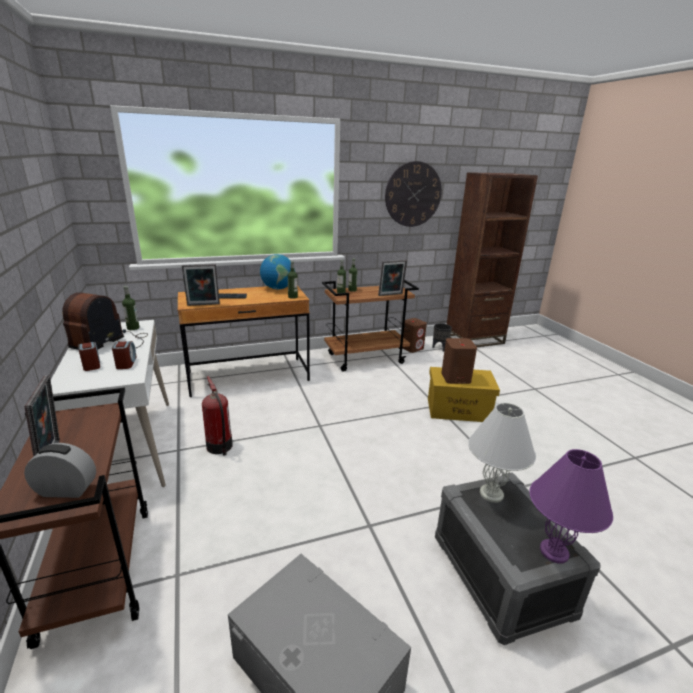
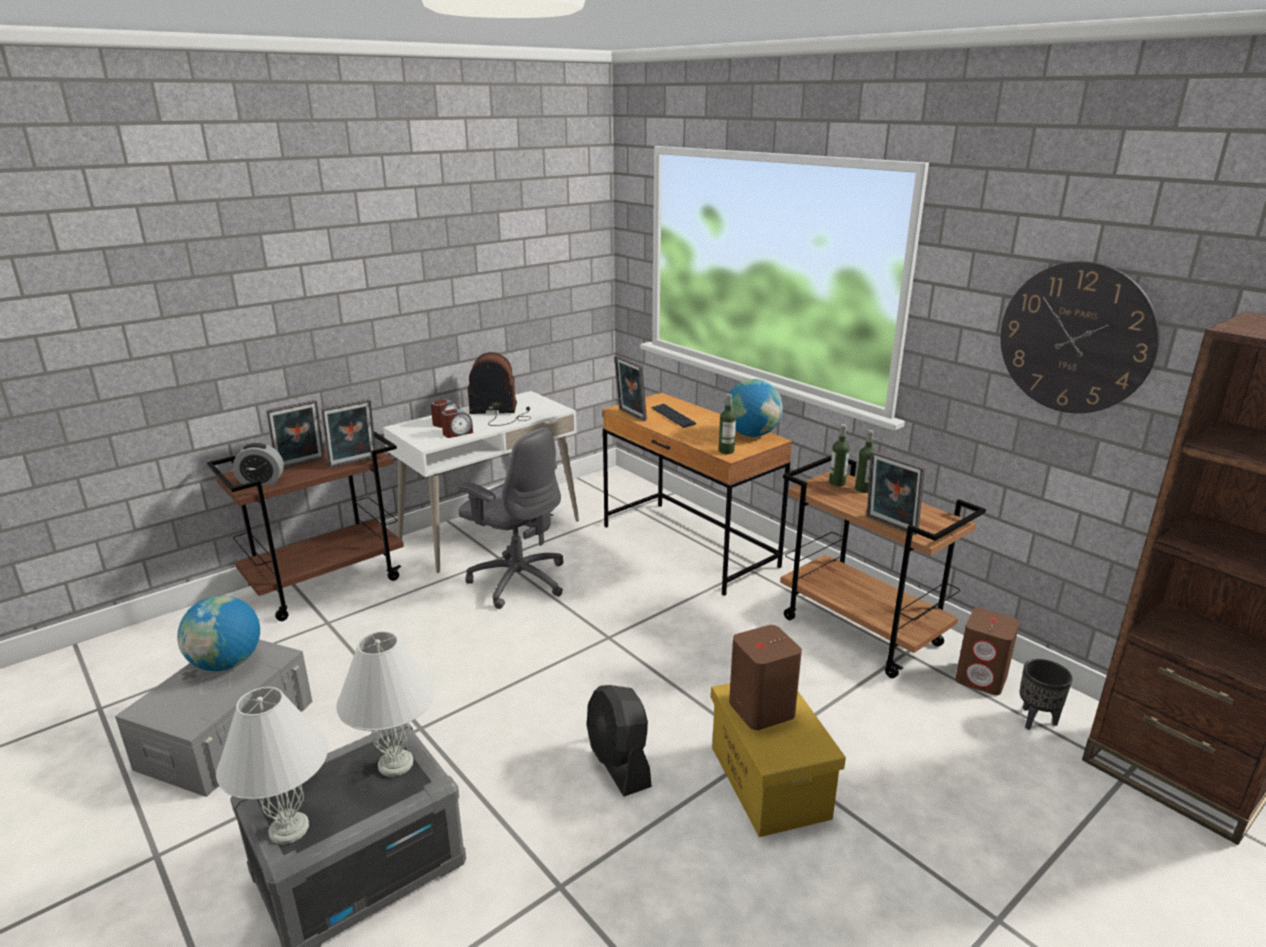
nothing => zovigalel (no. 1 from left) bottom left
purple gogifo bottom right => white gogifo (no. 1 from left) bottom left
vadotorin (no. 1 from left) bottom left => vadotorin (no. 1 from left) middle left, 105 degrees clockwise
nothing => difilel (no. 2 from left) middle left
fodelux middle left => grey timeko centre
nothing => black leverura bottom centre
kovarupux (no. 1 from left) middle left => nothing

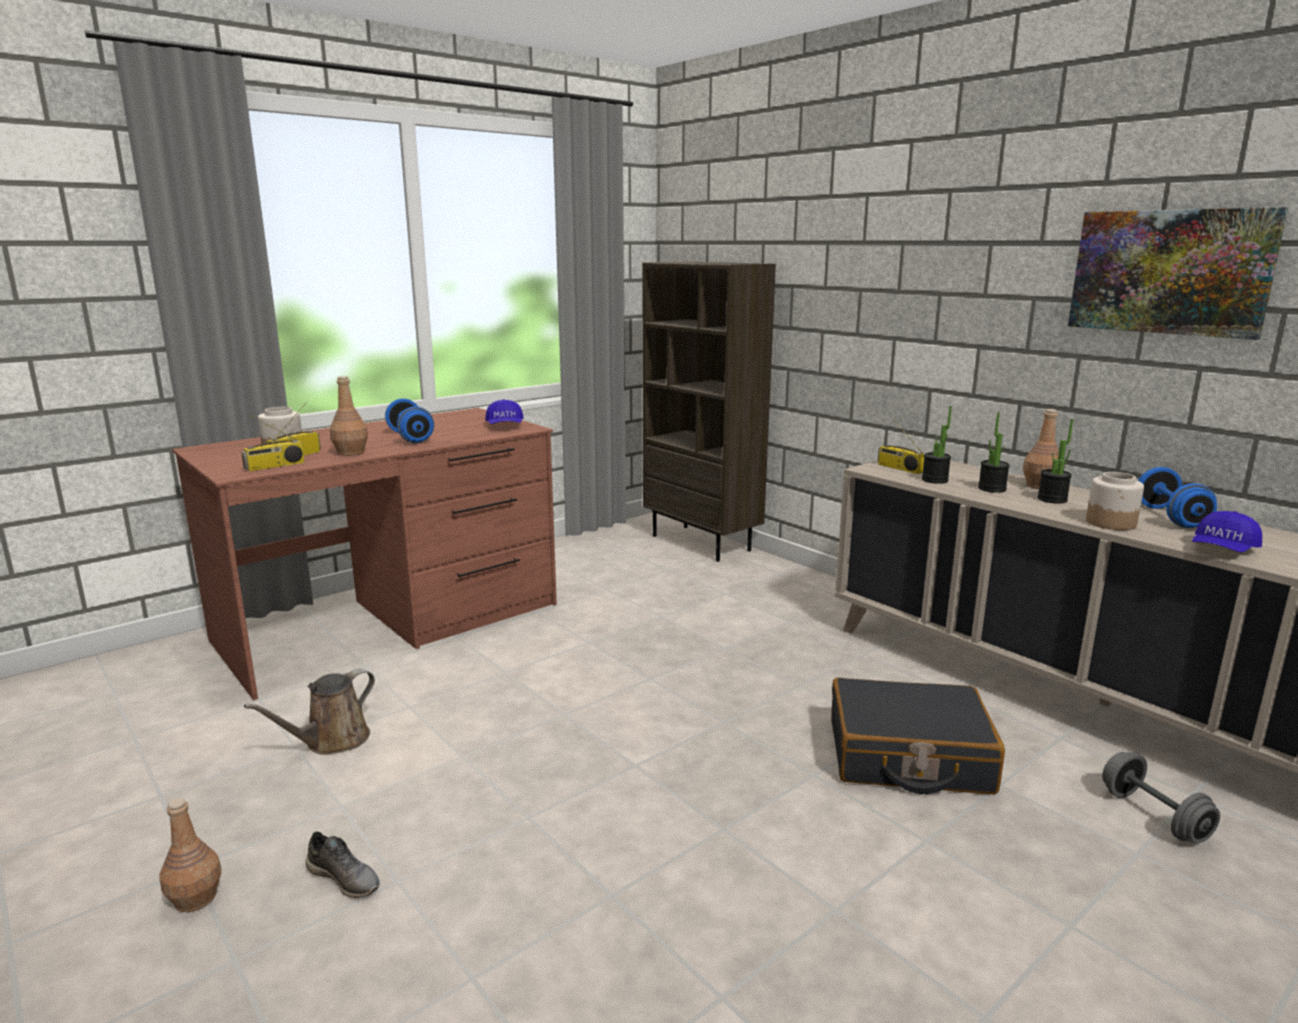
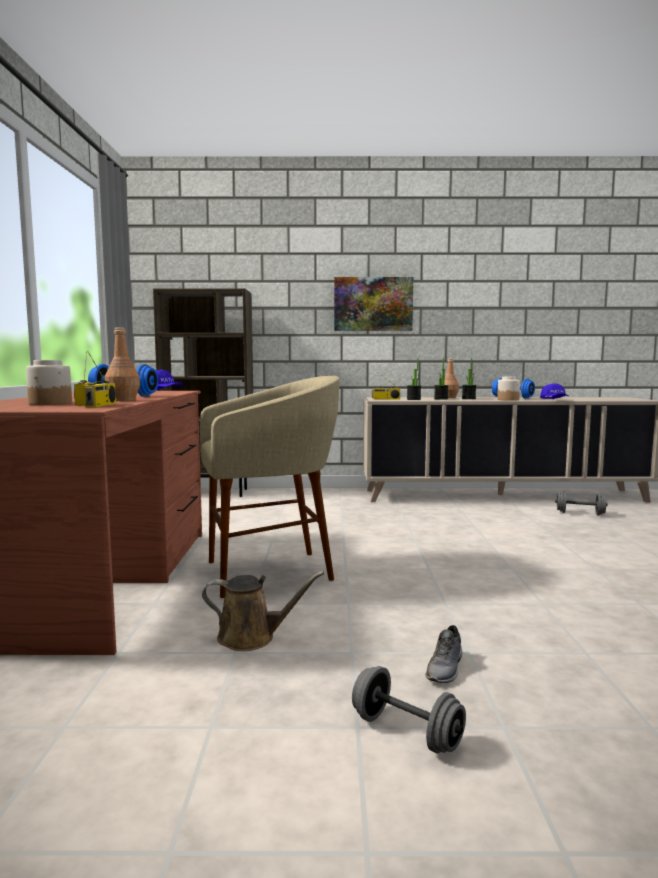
nothing => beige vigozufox centre
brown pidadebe bottom left => brown pidadebe bottom centre, 75 degrees counterclockwise
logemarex top right => logemarex centre, relocated
brown kovarupux (no. 1 from left) bottom left => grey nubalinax (no. 1 from left) bottom centre
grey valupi bottom left => grey valupi bottom right, 135 degrees clockwise
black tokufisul bottom right => nothing

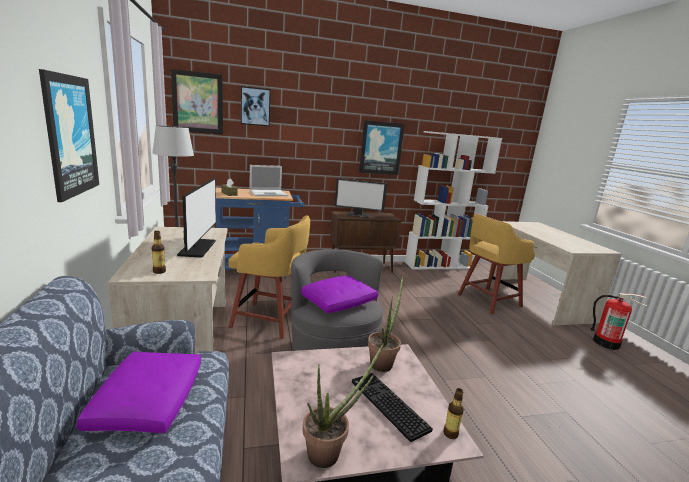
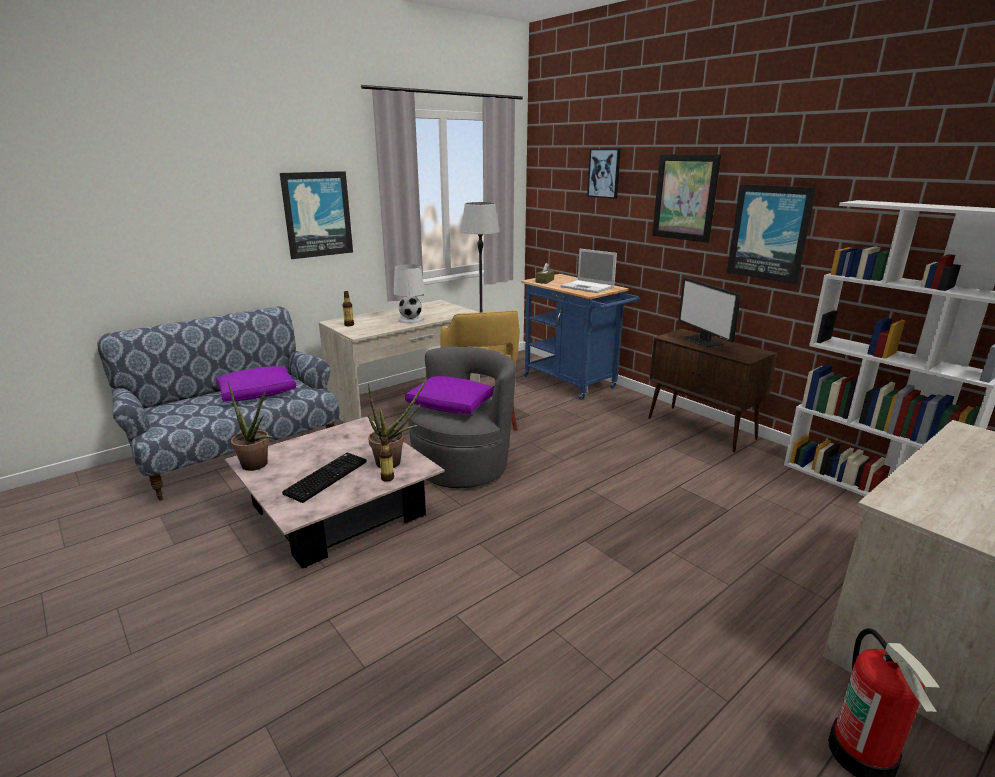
kovarupux (no. 2 from left) bottom centre => kovarupux (no. 2 from left) centre, relocated
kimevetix (no. 1 from left) middle left => white gogifo centre
logemarex (no. 2 from left in the first image) top left => logemarex (no. 3 from left) top right, relocated
yellow vigozufox (no. 2 from left) middle right => nothing

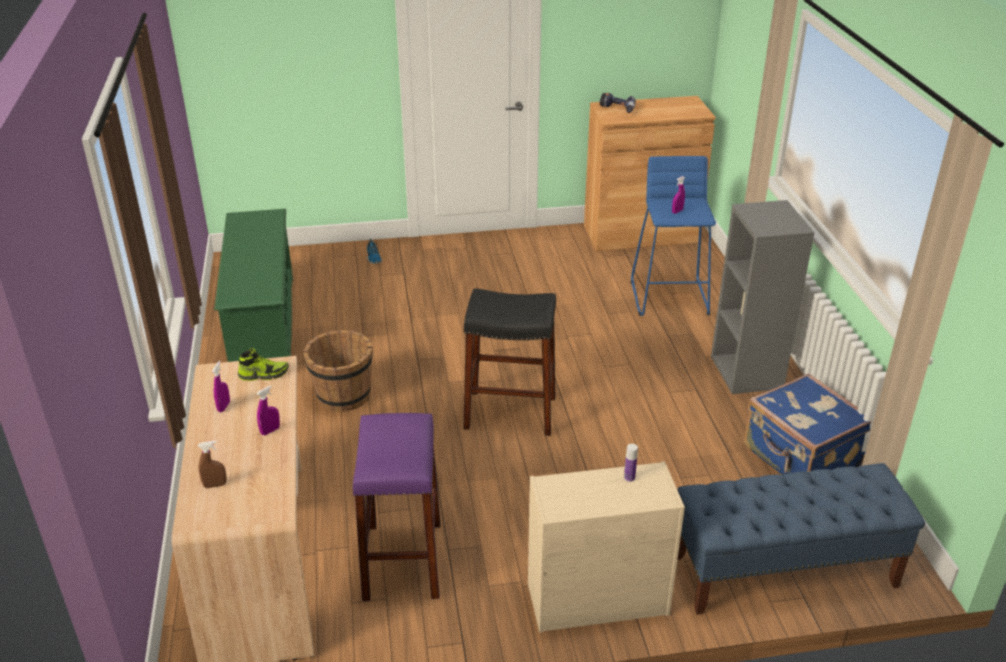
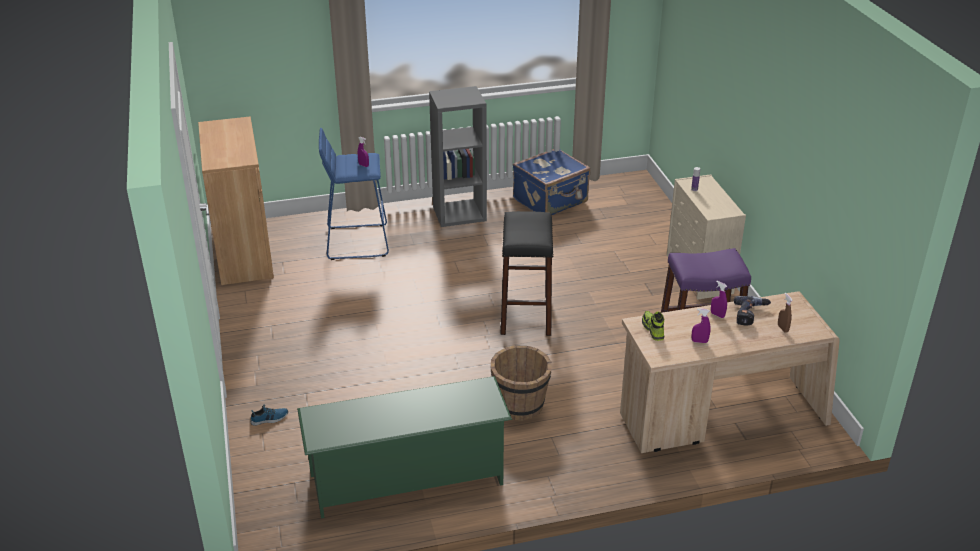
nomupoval top centre => nomupoval middle right, relocated
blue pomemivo bottom right => nothing

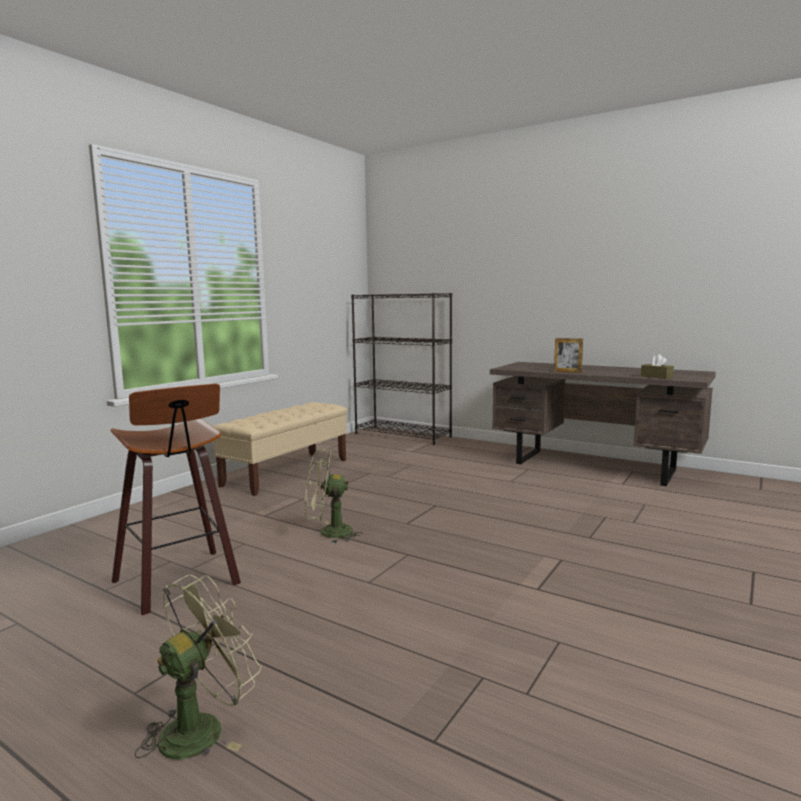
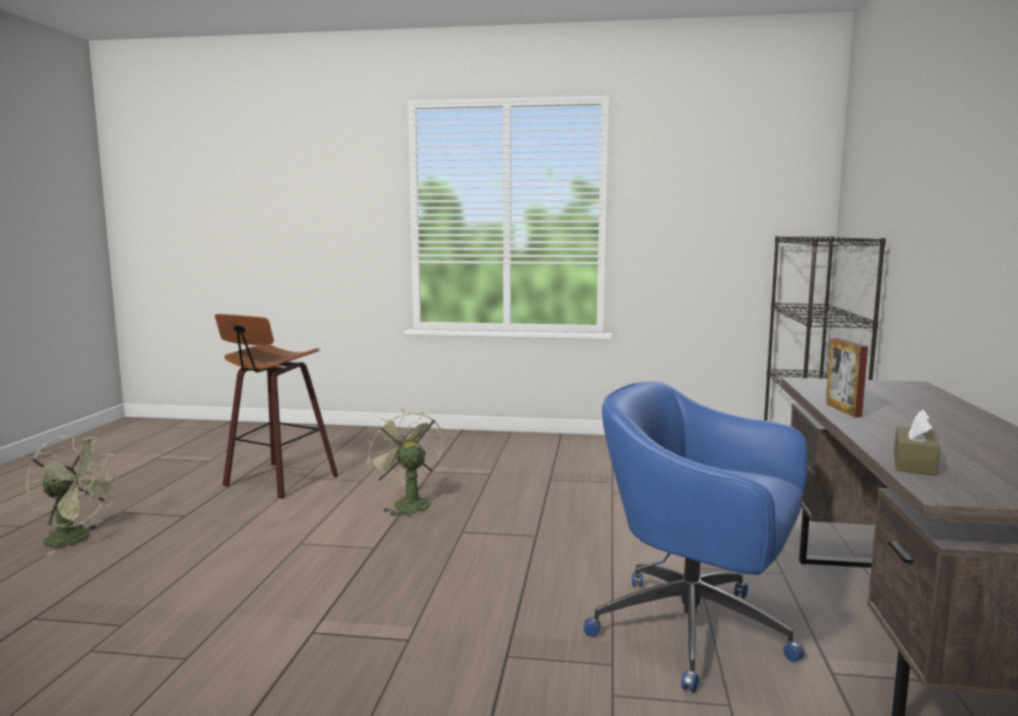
nothing => blue timeko bottom right
beige pomemivo centre => nothing

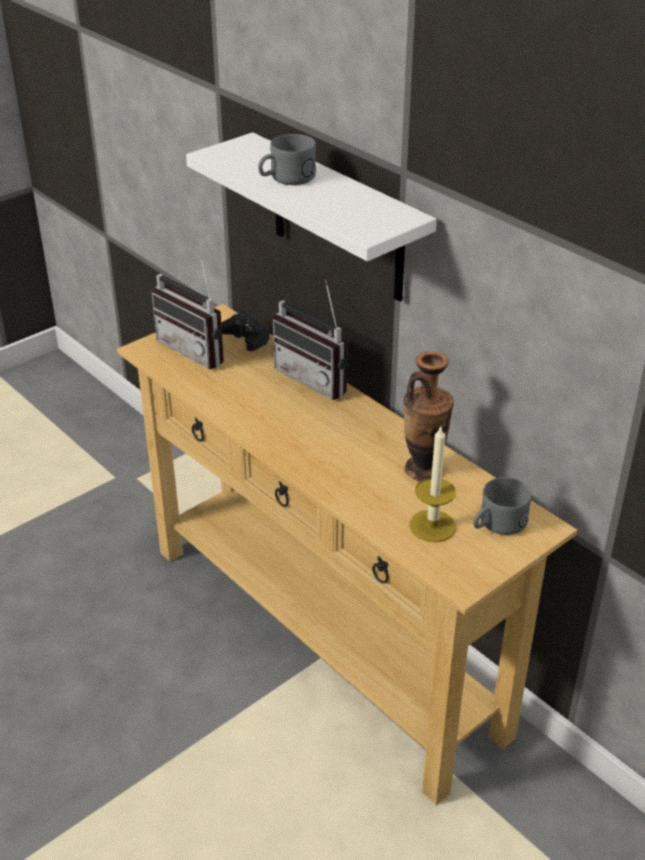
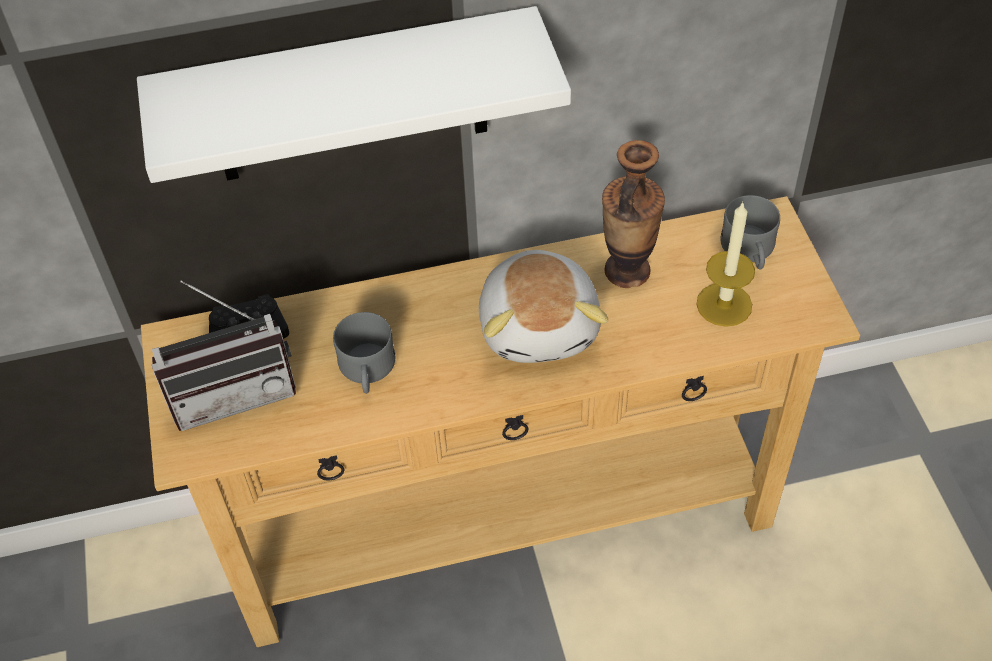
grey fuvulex (no. 1 from left) top centre => grey fuvulex (no. 1 from left) centre, relocated
nothing => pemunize centre
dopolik (no. 2 from left) centre => nothing

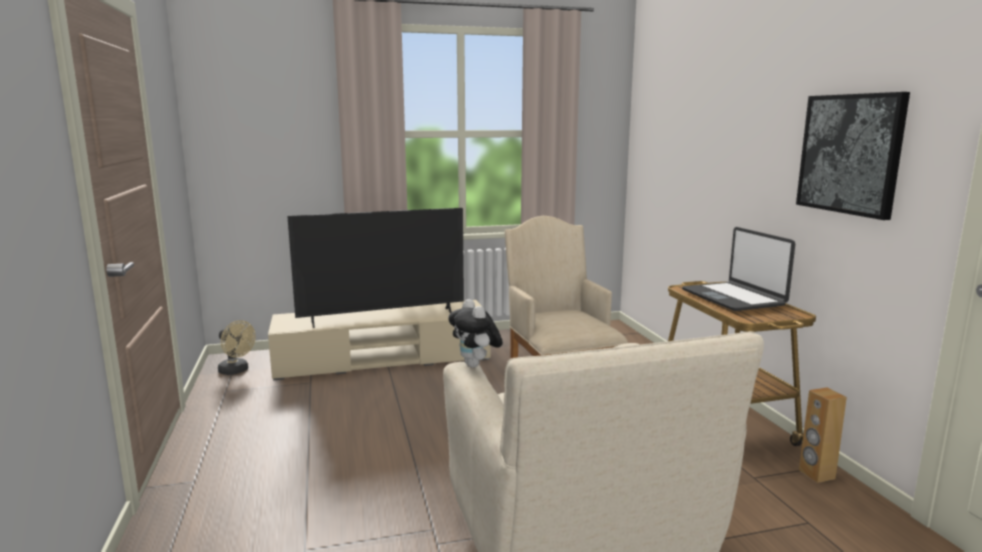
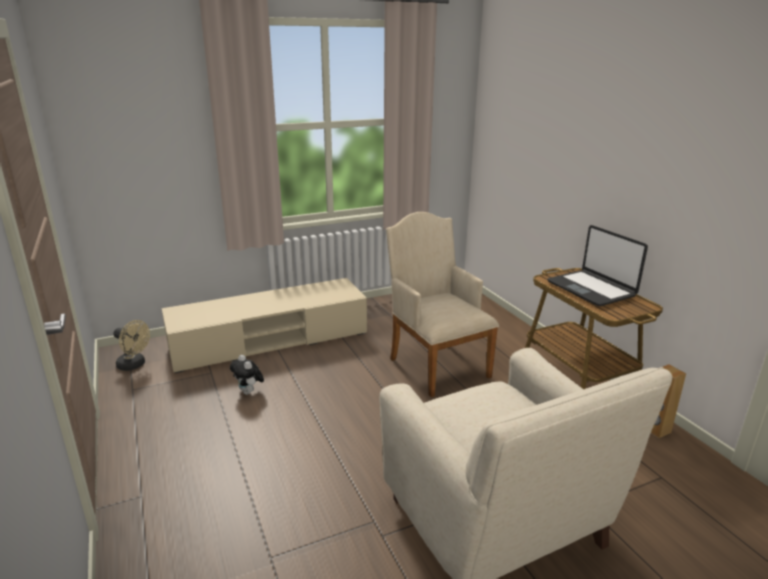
pemunize centre => pemunize middle left, relocated
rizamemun centre => nothing
logemarex top right => nothing

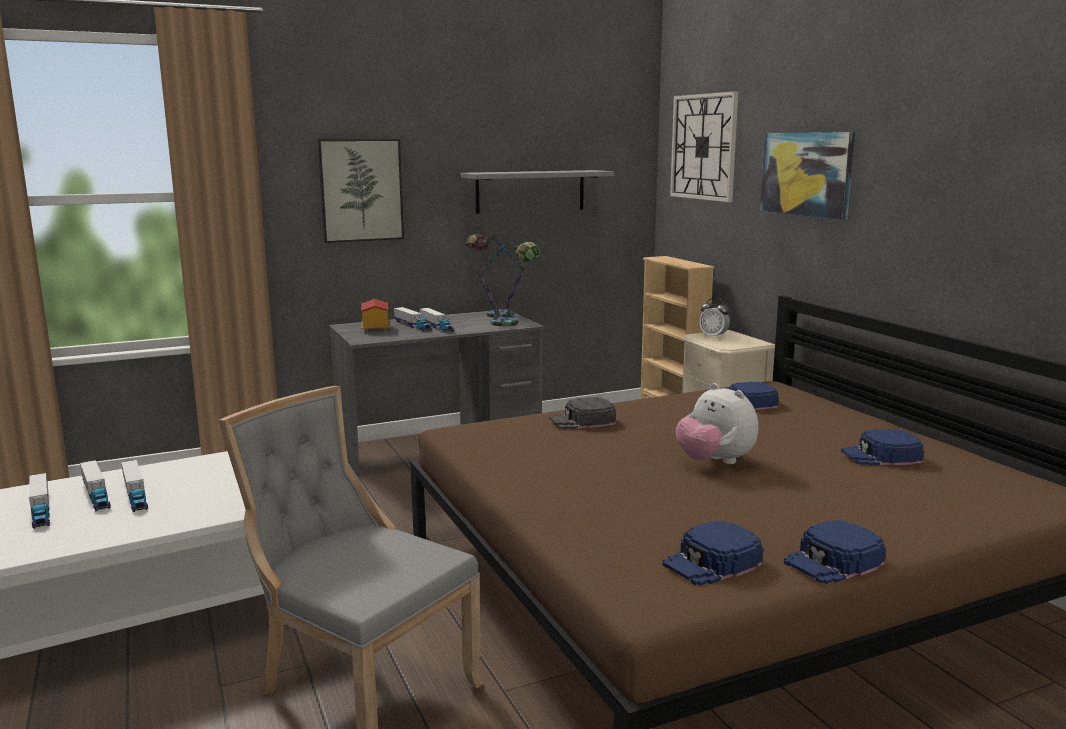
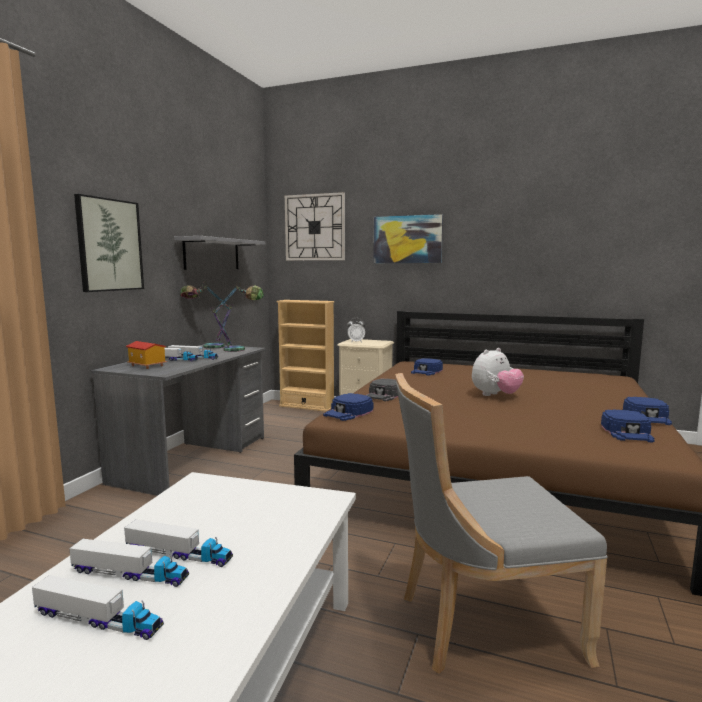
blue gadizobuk (no. 4 from left in the first image) middle right => blue gadizobuk (no. 1 from left) centre, relocated
pemunize middle right, 45 degrees counterclockwise

